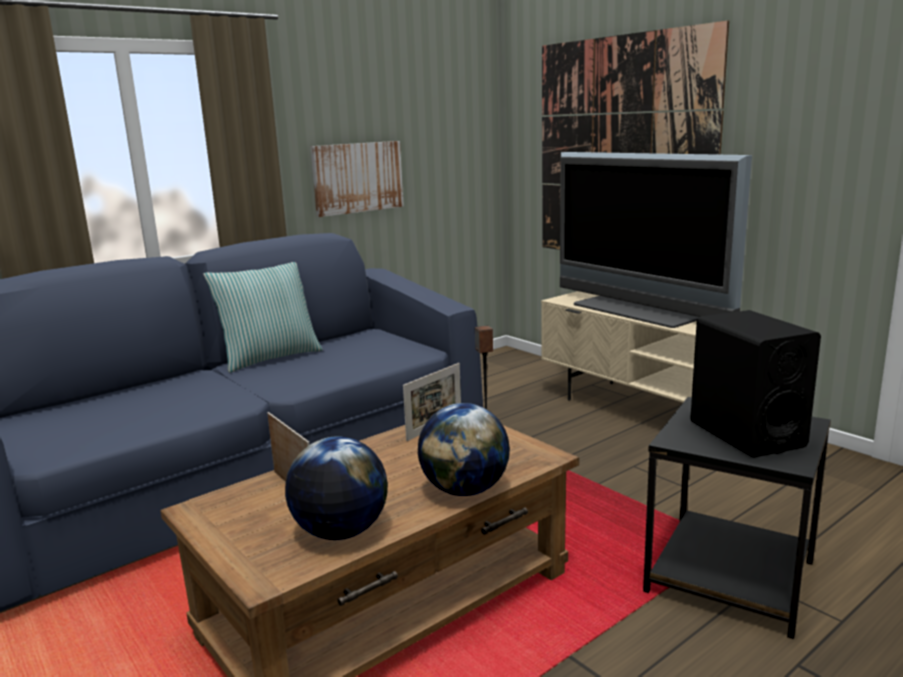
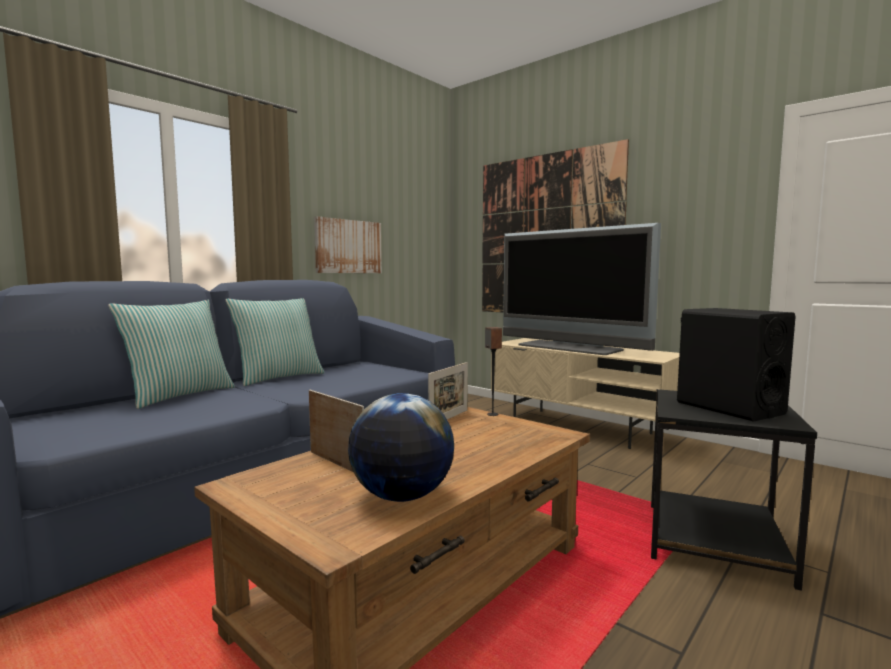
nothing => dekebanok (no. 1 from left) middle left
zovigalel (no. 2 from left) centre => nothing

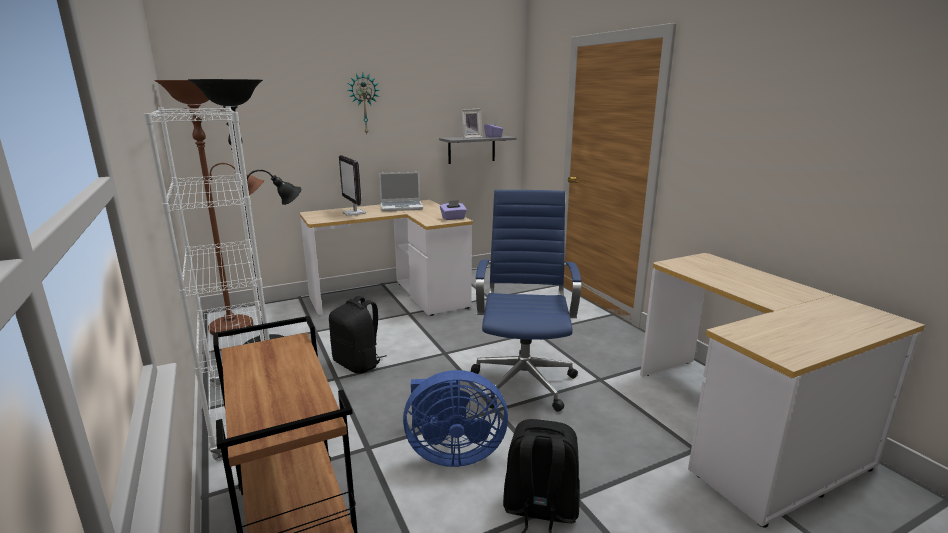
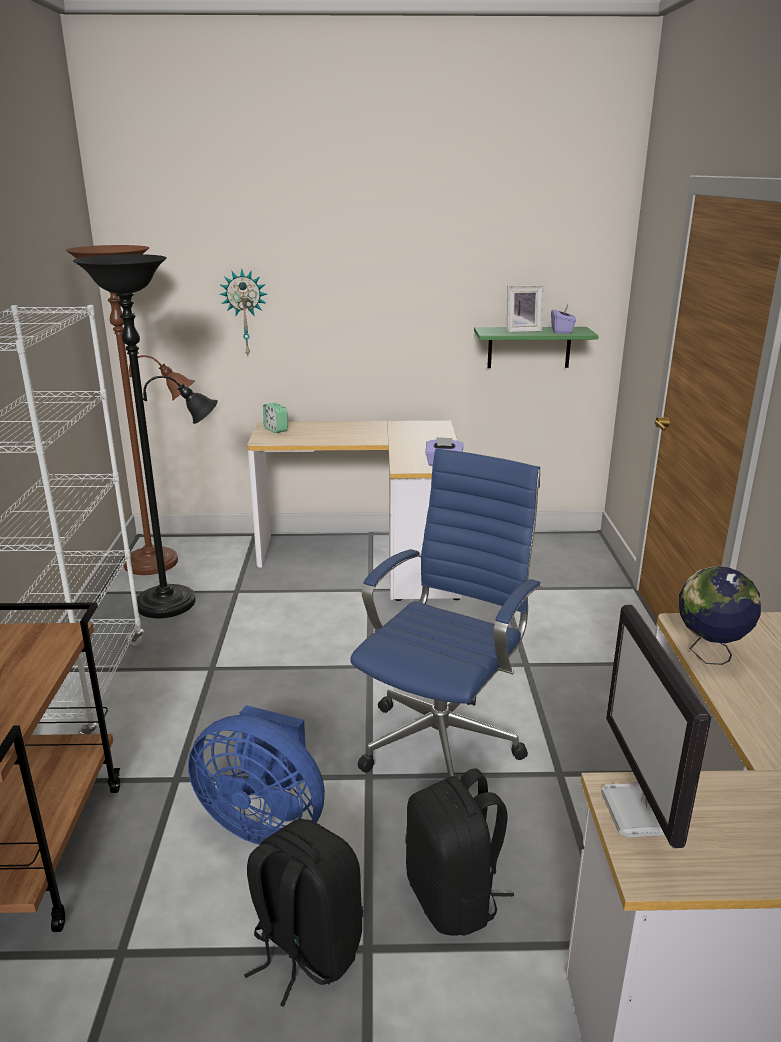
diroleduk top centre => diroleduk top left, relocated
nothing => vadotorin centre
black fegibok (no. 1 from left in the first image) centre => black fegibok (no. 2 from left) bottom centre, relocated
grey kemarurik top centre => green kemarurik top right
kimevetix centre => kimevetix bottom right, relocated
nothing => zovigalel middle right
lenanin centre => nothing

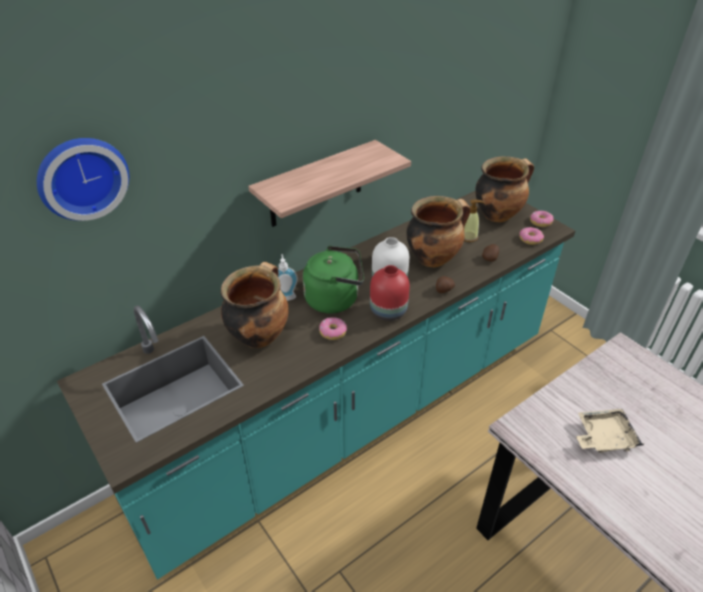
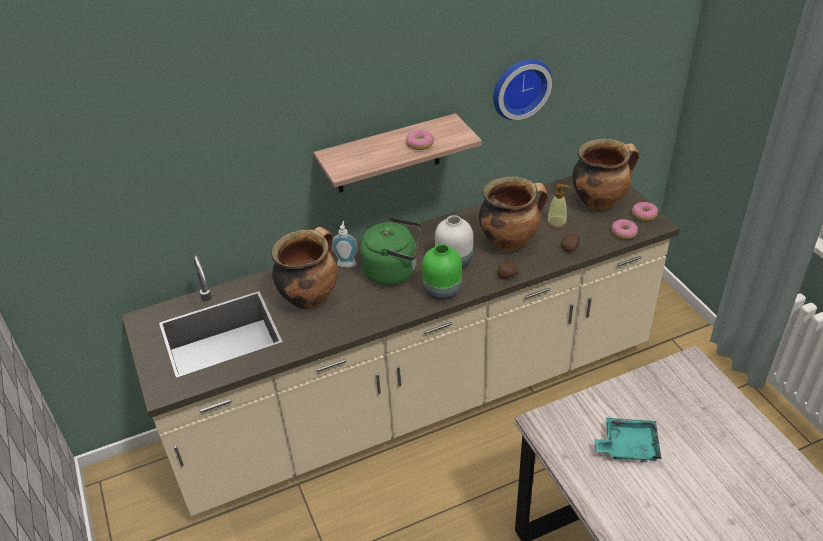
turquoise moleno centre => beige moleno centre
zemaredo (no. 1 from left) centre => zemaredo (no. 1 from left) top centre, relocated
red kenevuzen centre => green kenevuzen centre
diroleduk top left => diroleduk top centre, relocated
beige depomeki bottom right => turquoise depomeki bottom right

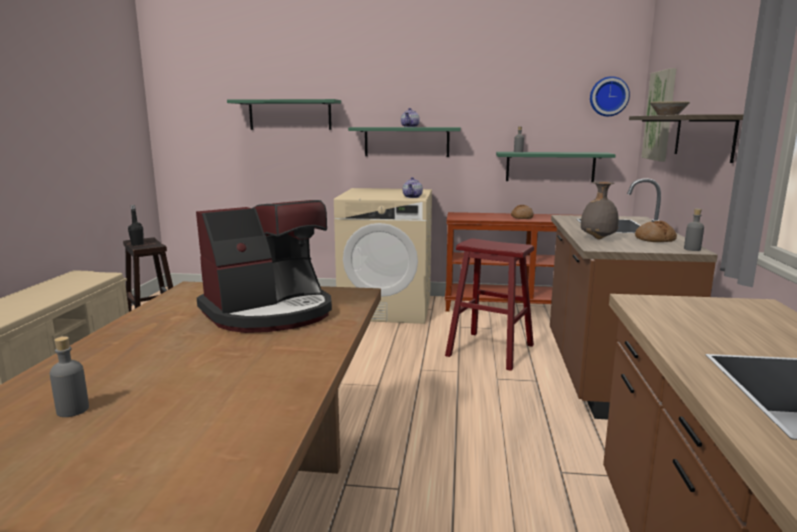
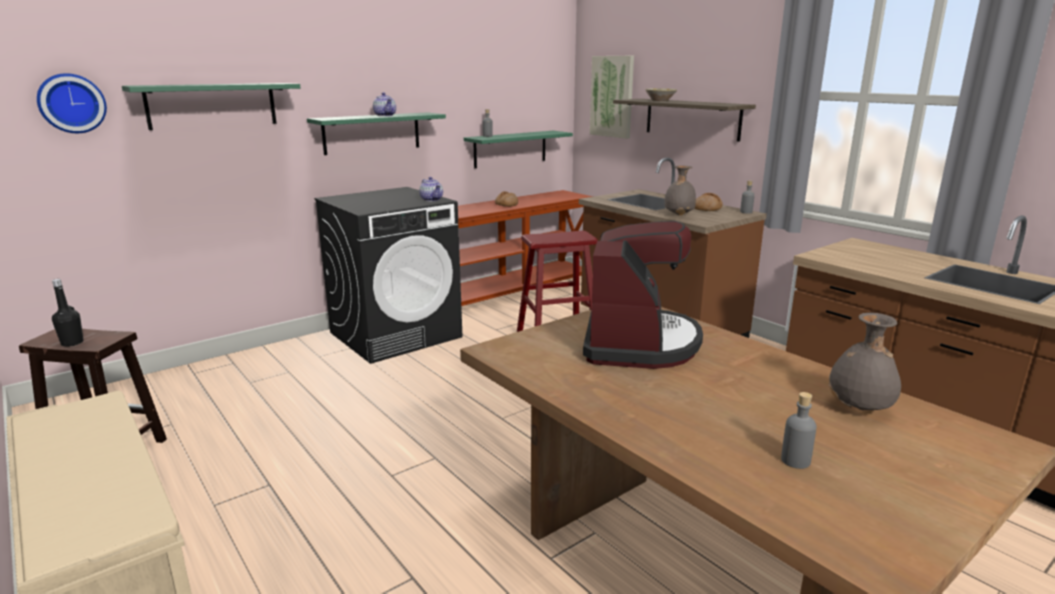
diroleduk top right => diroleduk top left, relocated
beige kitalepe centre => black kitalepe centre
nothing => grey kenevuzen (no. 2 from left) middle right

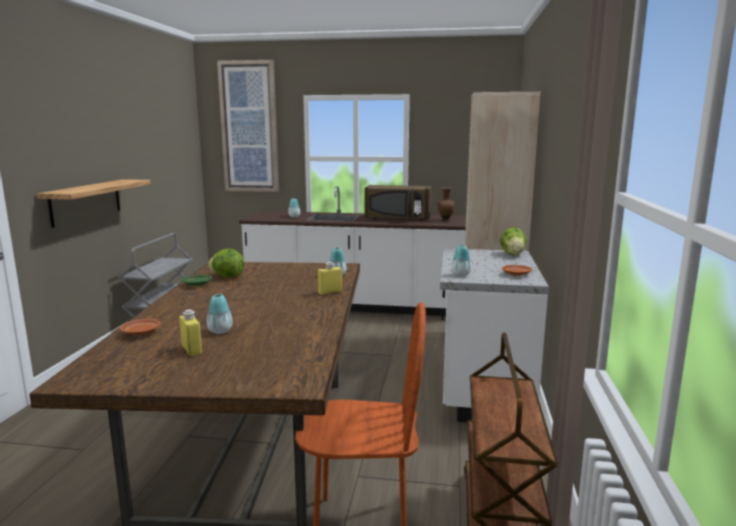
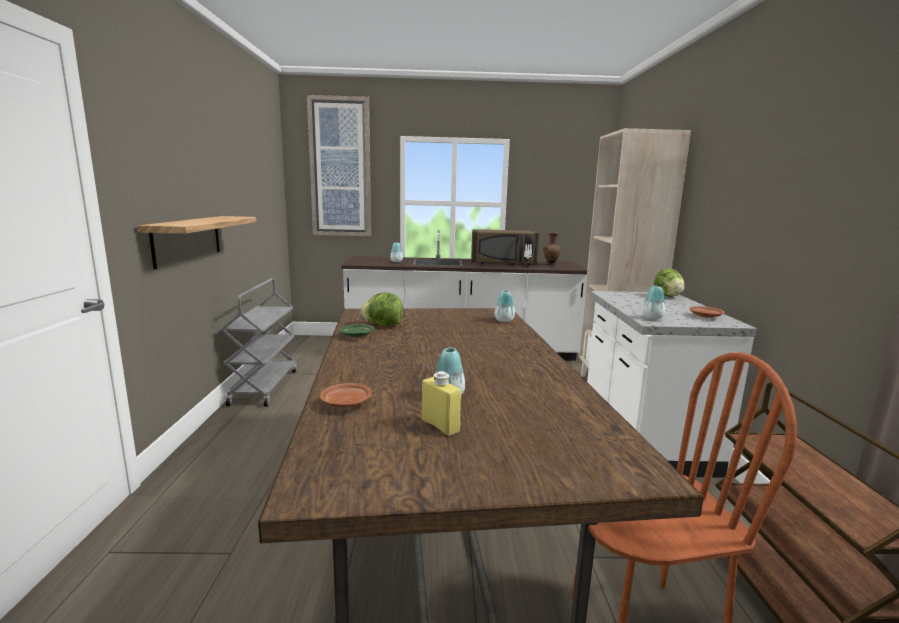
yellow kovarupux (no. 2 from left) centre => nothing

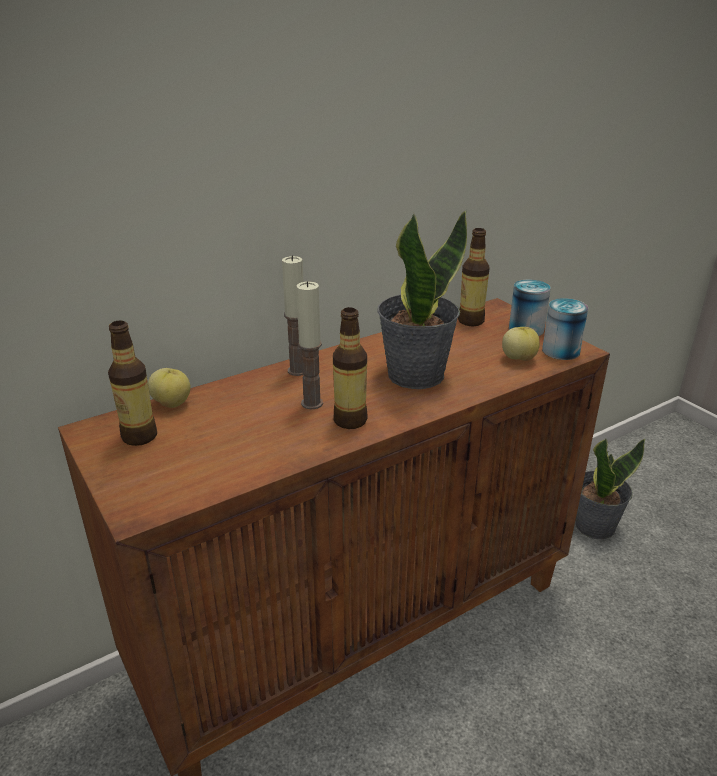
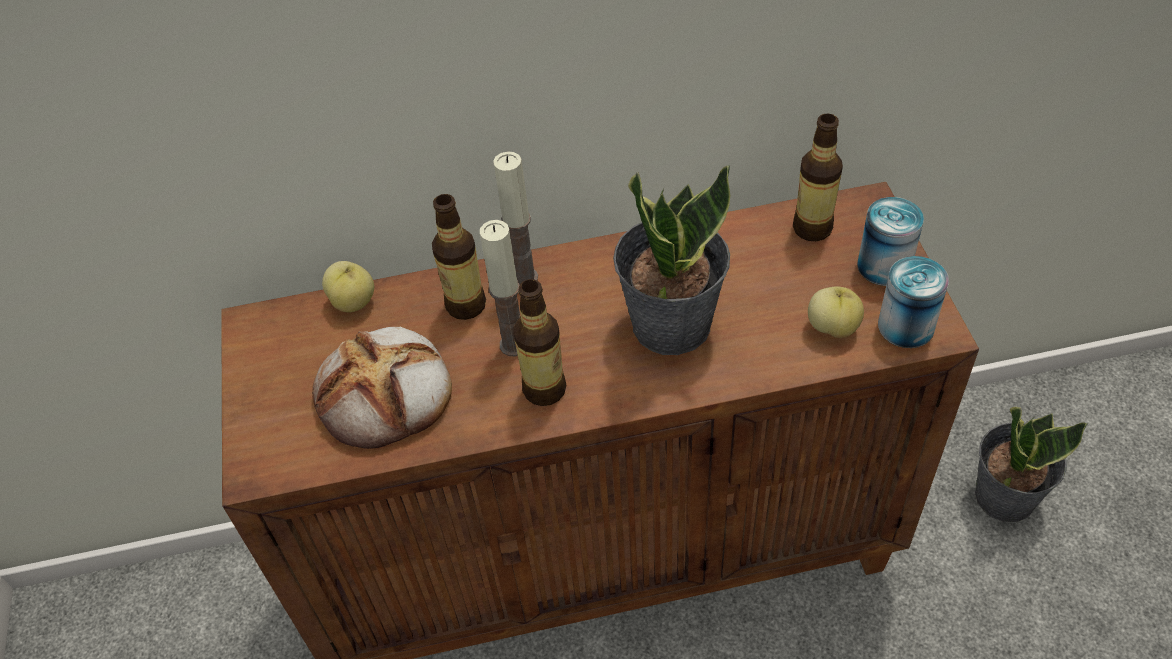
nothing => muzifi middle left
kovarupux (no. 1 from left) middle left => kovarupux (no. 1 from left) centre, relocated

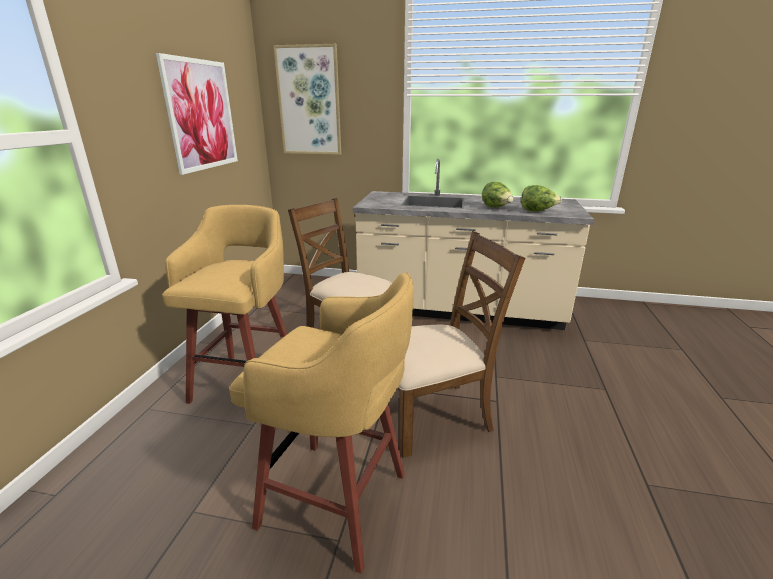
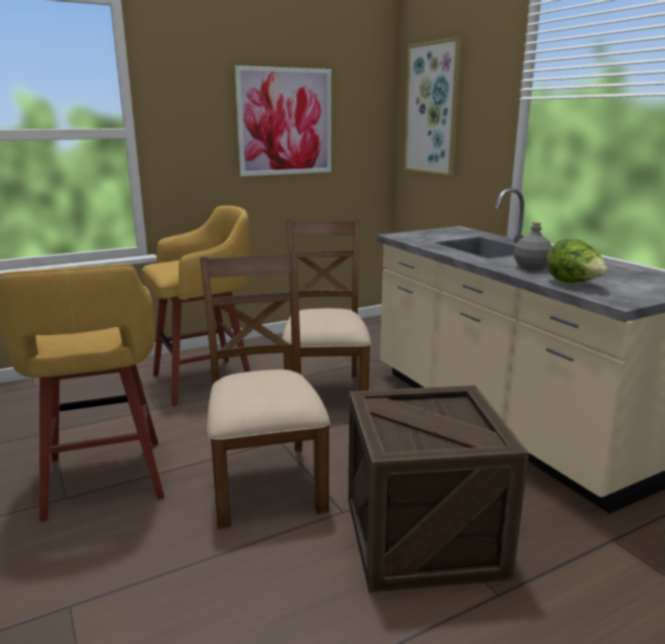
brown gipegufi (no. 2 from left in the first image) centre => brown gipegufi (no. 1 from left) centre, 135 degrees counterclockwise
nothing => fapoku bottom centre
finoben (no. 1 from left) centre => grey kovarupux middle right

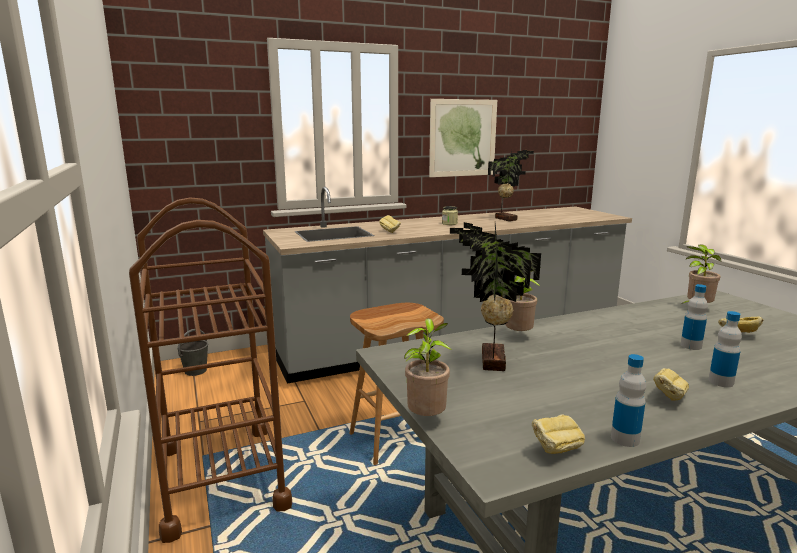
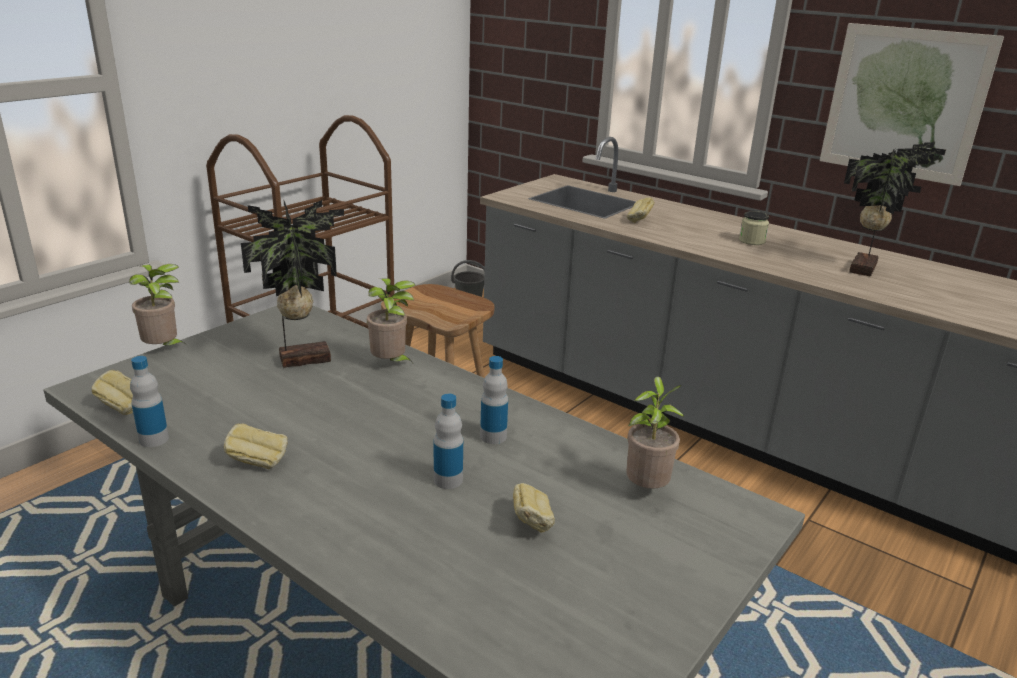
kovarupux (no. 3 from left) middle right => kovarupux (no. 3 from left) centre, relocated

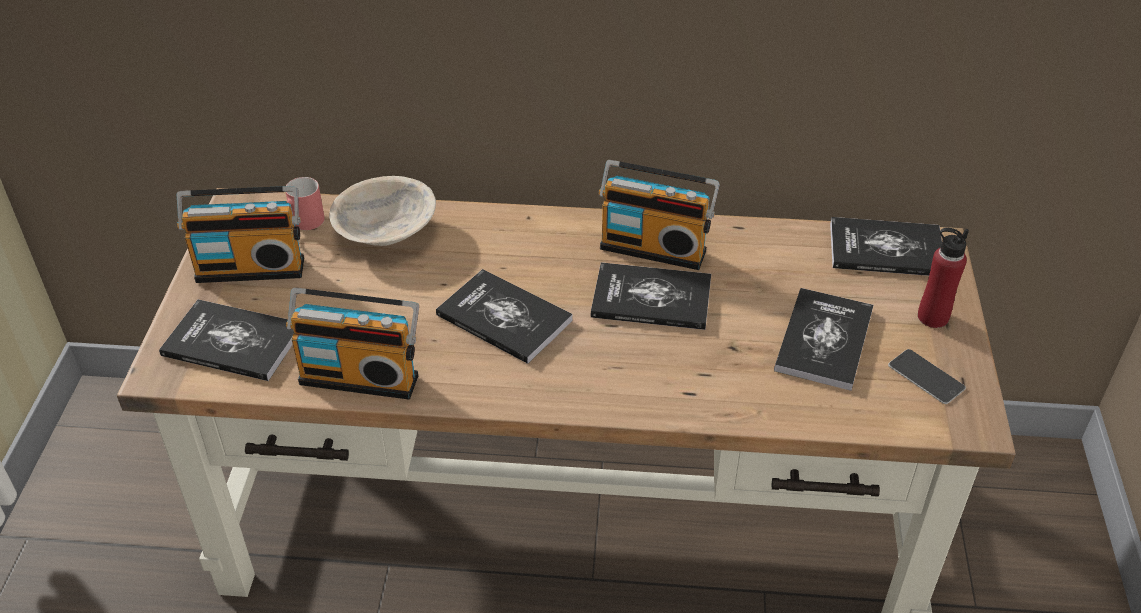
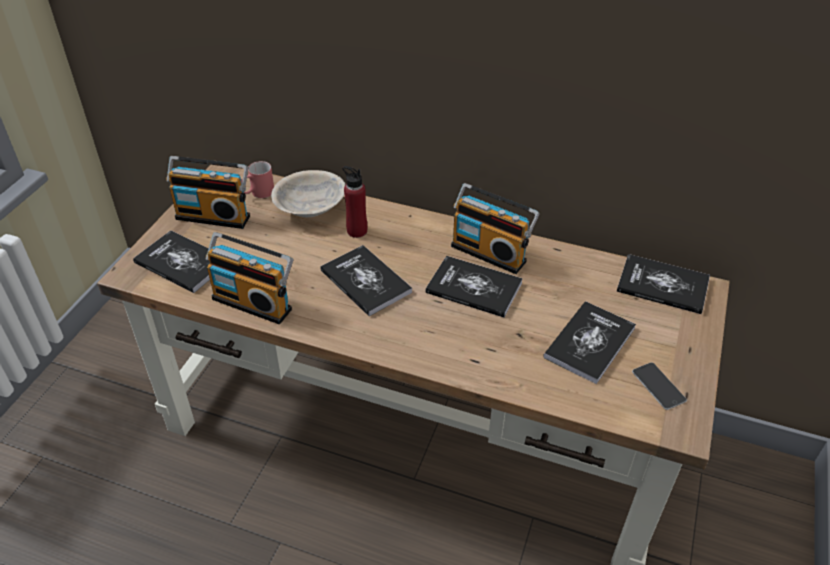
red kovarupux middle right => red kovarupux centre, relocated

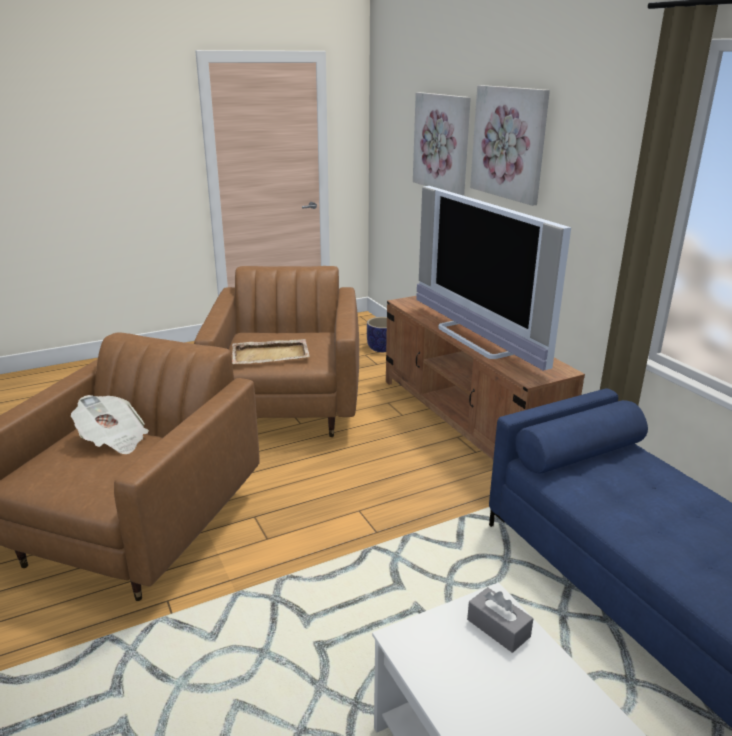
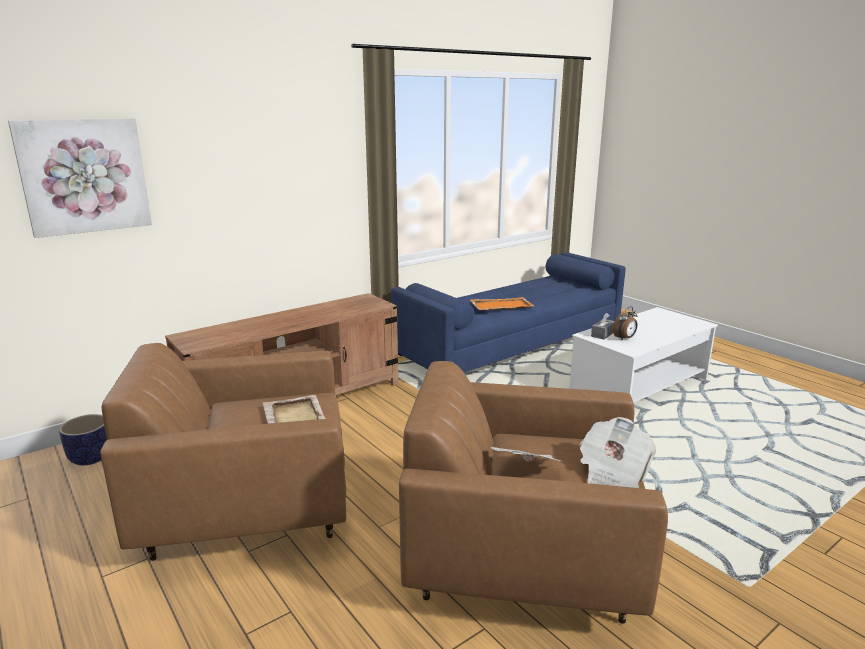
nothing => orange depomeki centre
nothing => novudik (no. 2 from left) bottom right
nothing => vadotorin middle right
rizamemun middle right => nothing
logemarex (no. 2 from left) top right => nothing

